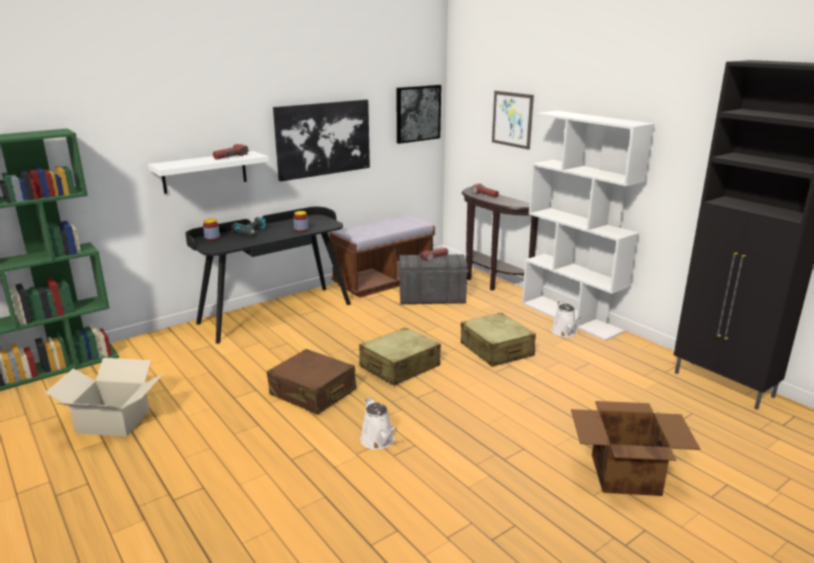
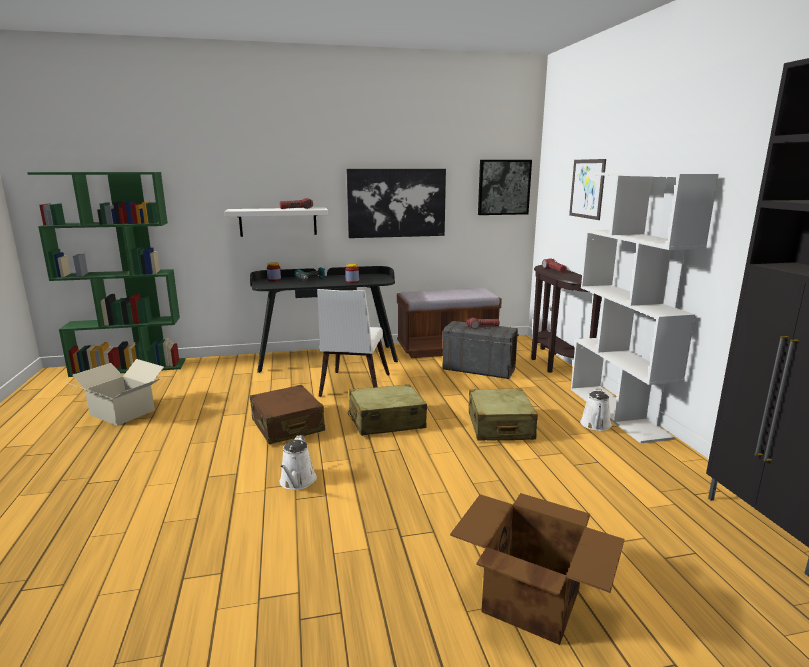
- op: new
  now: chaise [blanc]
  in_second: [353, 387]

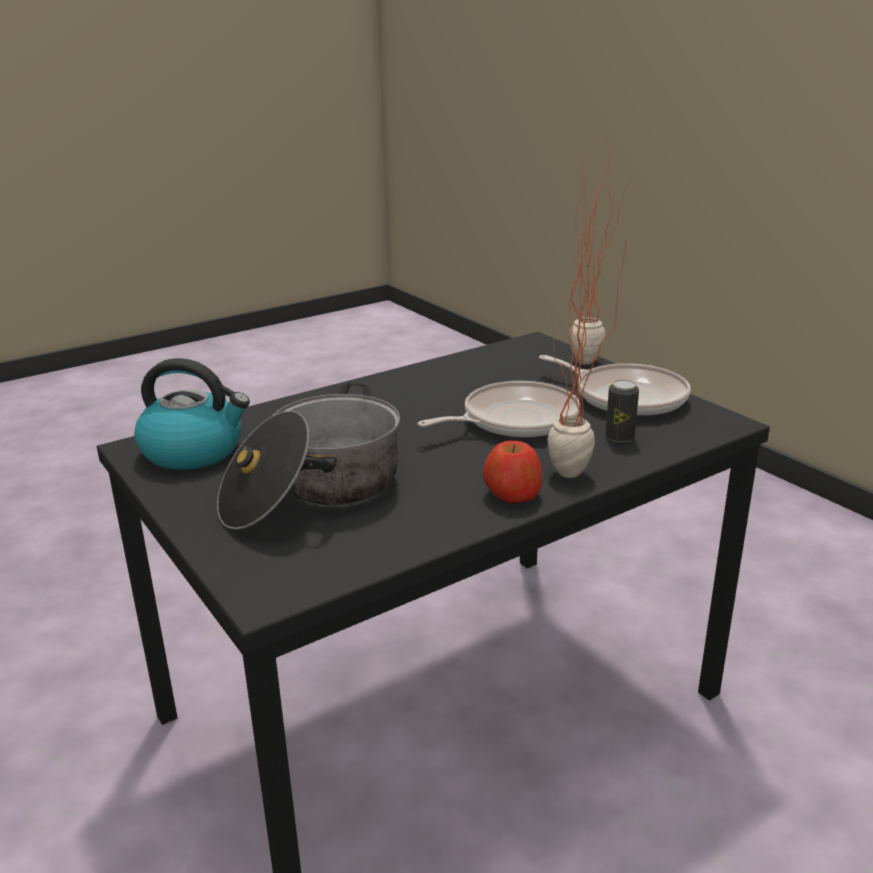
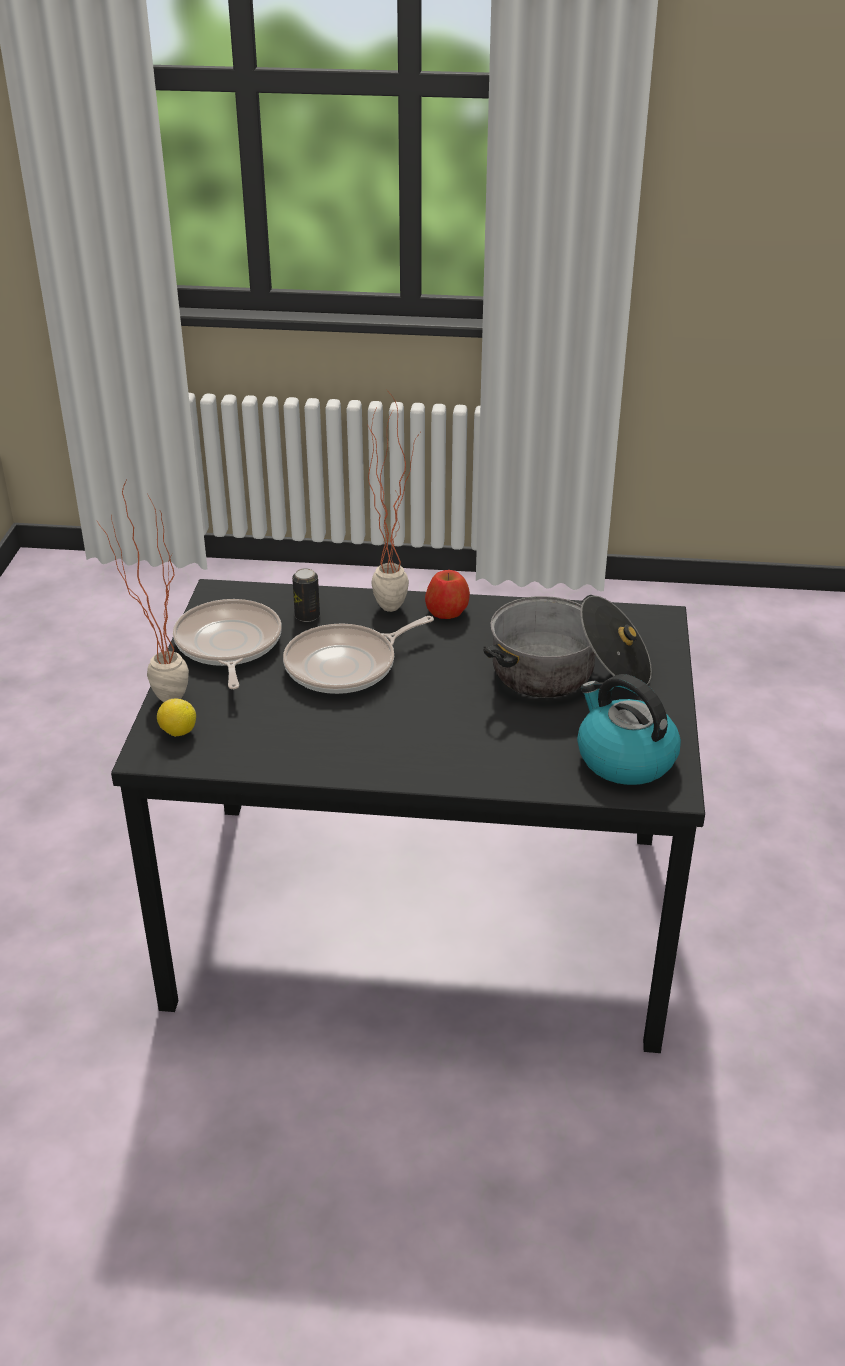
- op: rotated
  was: poêle
  in_first: [514, 420]
  in_second: [346, 666]
  clockwise: -45
- op: new
  now: citron
  in_second: [178, 732]

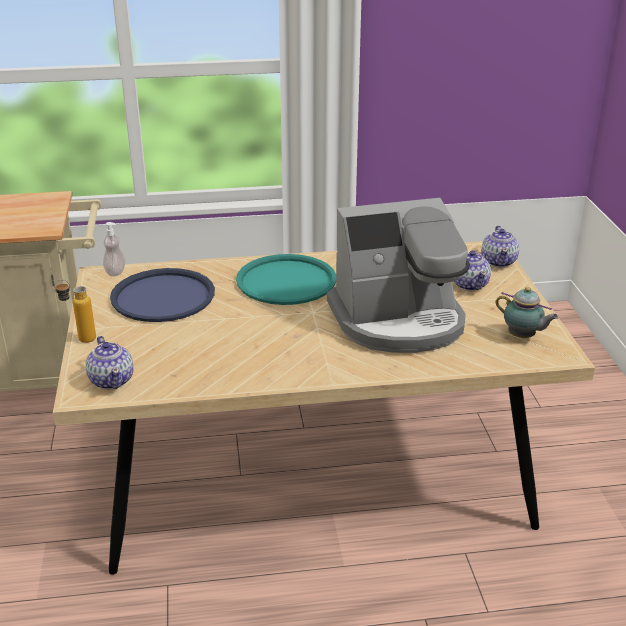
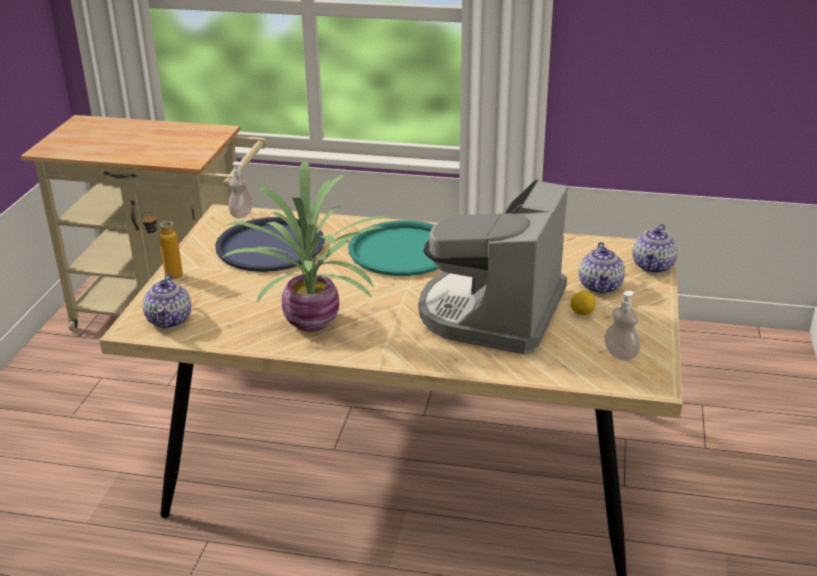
- op: rotated
  was: machine à café
  in_first: [398, 321]
  in_second: [492, 312]
  clockwise: 105
- op: swapped
  was: théière
  now: distributeur de savon
  in_first: [523, 337]
  in_second: [620, 354]
- op: new
  now: plante en pot
  in_second: [315, 322]
- op: new
  now: citron
  in_second: [582, 313]

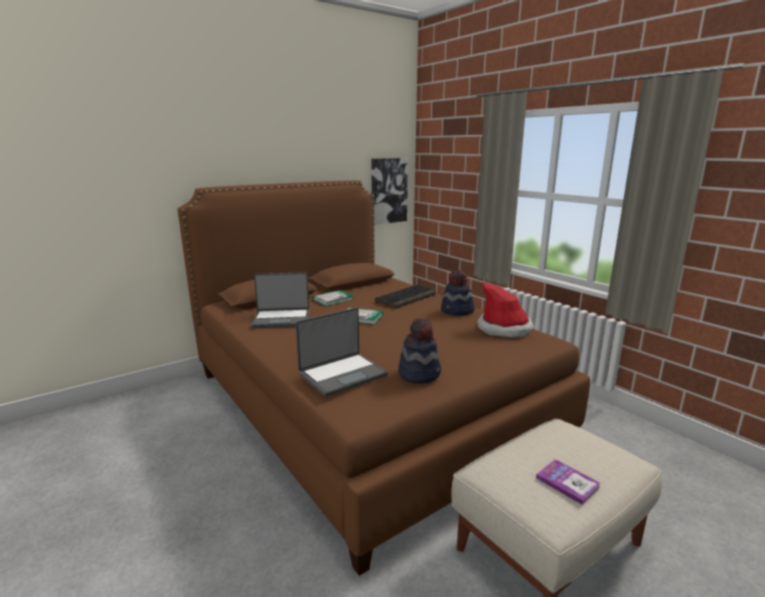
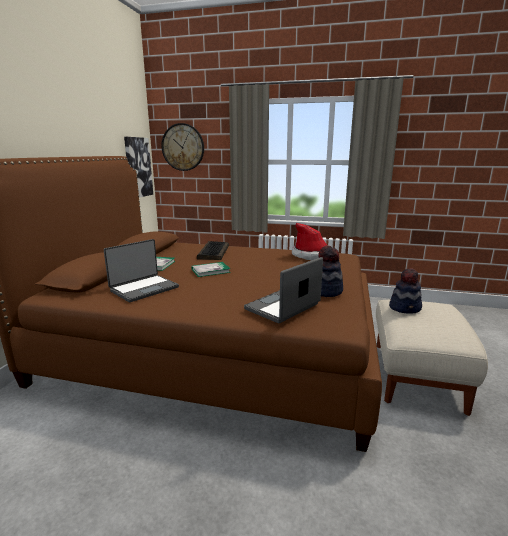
- op: rotated
  was: ordinateur portable
  in_first: [342, 374]
  in_second: [283, 307]
  clockwise: -150
- op: shifted
  was: chapeau
  in_first: [457, 311]
  in_second: [405, 308]
- op: gone
  was: livre
  in_first: [567, 482]
- op: new
  now: horloge murale
  in_second: [183, 147]

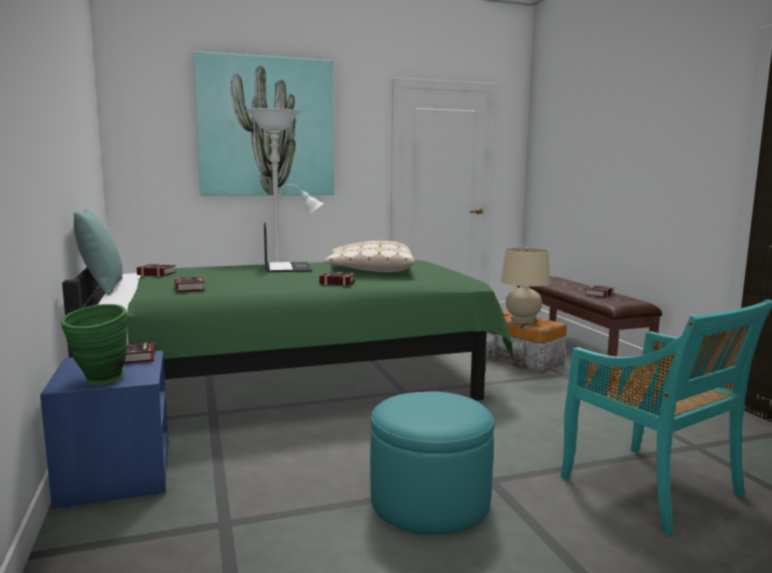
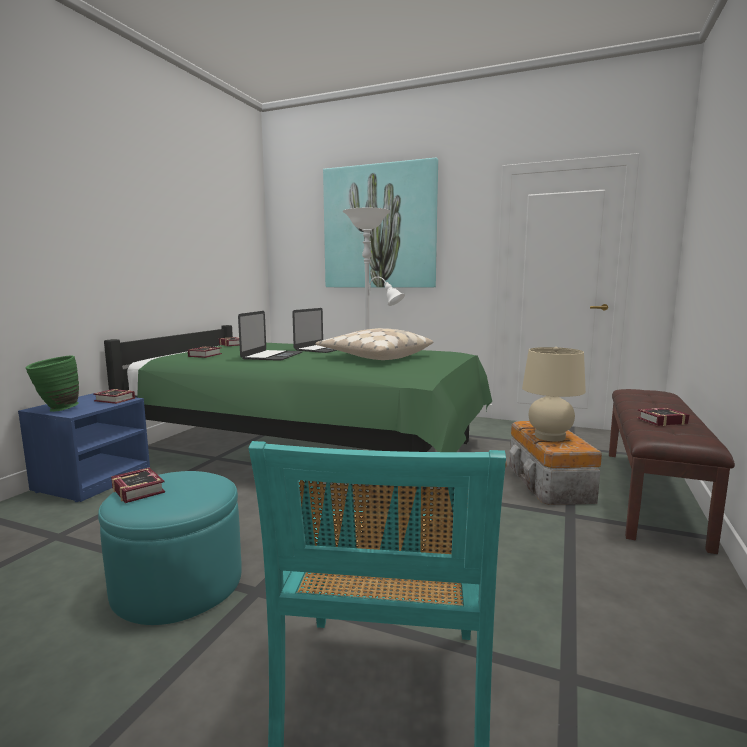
- op: gone
  was: coussin [turquoise]
  in_first: [102, 288]
- op: shifted
  was: livre
  in_first: [336, 282]
  in_second: [139, 489]
- op: new
  now: ordinateur portable
  in_second: [272, 356]

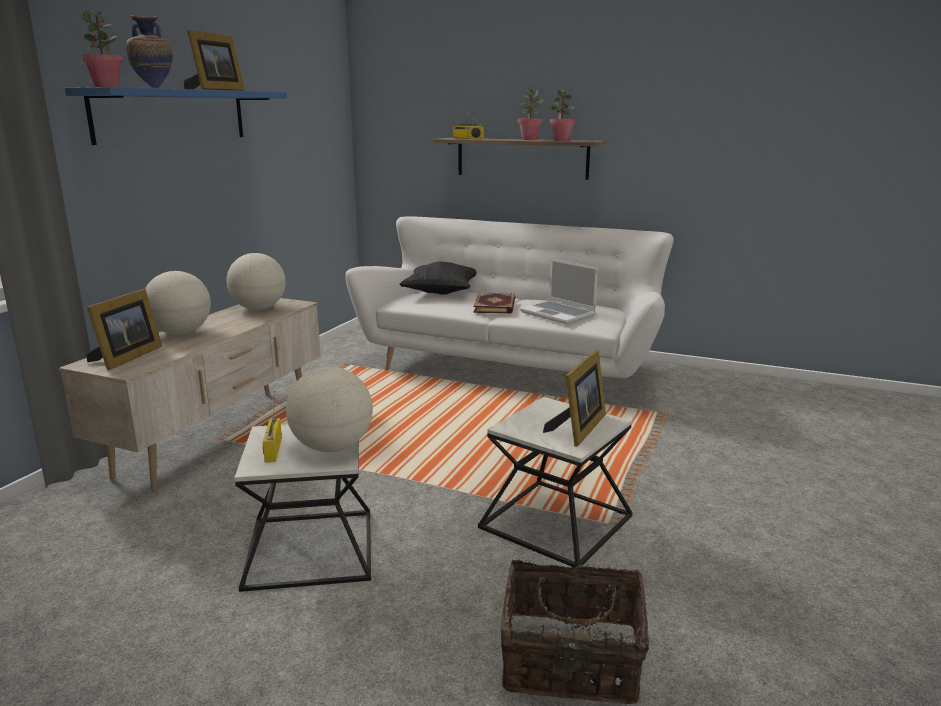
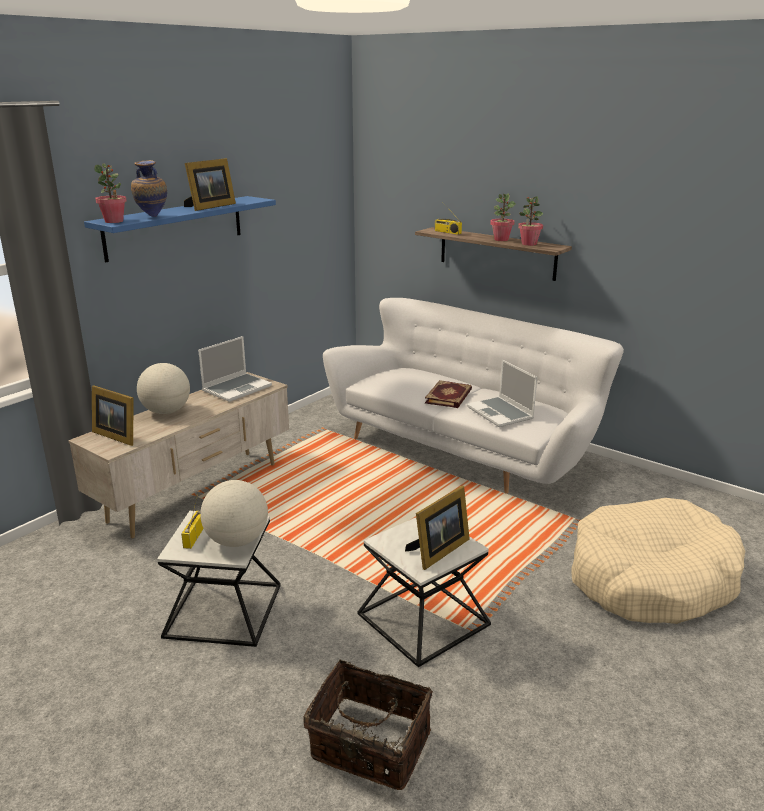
- op: rotated
  was: cadre photo
  in_first: [126, 357]
  in_second: [117, 435]
  clockwise: 90
- op: swapped
  was: globe
  now: ordinateur portable
  in_first: [259, 308]
  in_second: [237, 388]
- op: gone
  was: coussin [noir]
  in_first: [440, 293]
- op: new
  now: panier pour chien [beige]
  in_second: [650, 579]

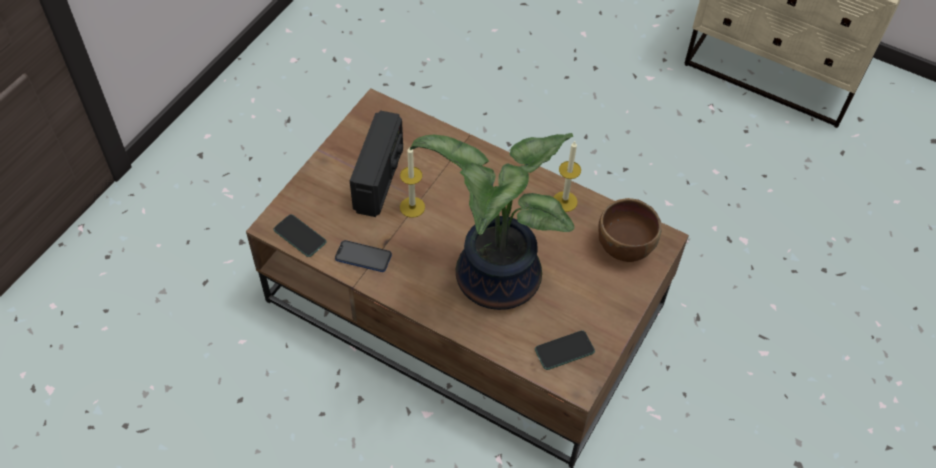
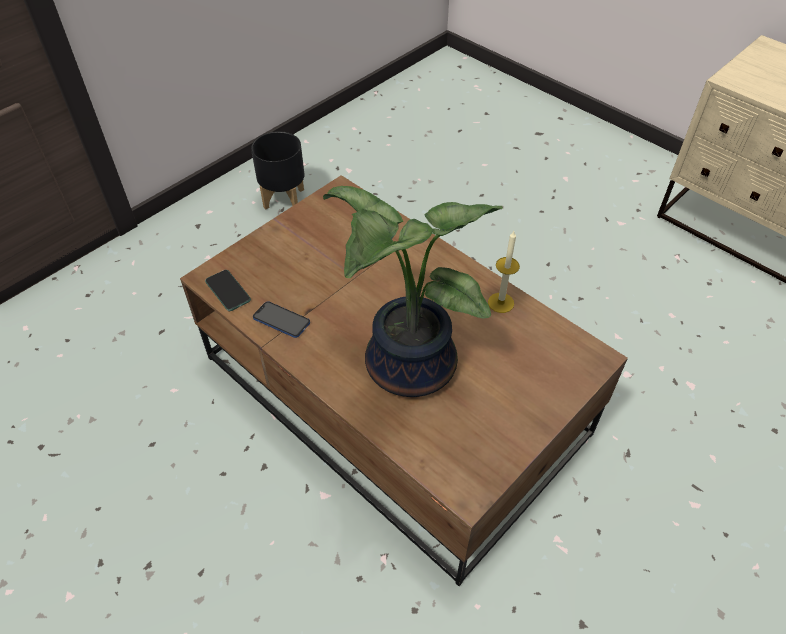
- op: gone
  was: radio
  in_first: [379, 179]
- op: gone
  was: bougie
  in_first: [412, 207]
- op: gone
  was: téléphone
  in_first: [564, 351]
- op: gone
  was: bol [marron]
  in_first: [624, 246]
- op: new
  now: cache-pot [noir]
  in_second: [283, 199]

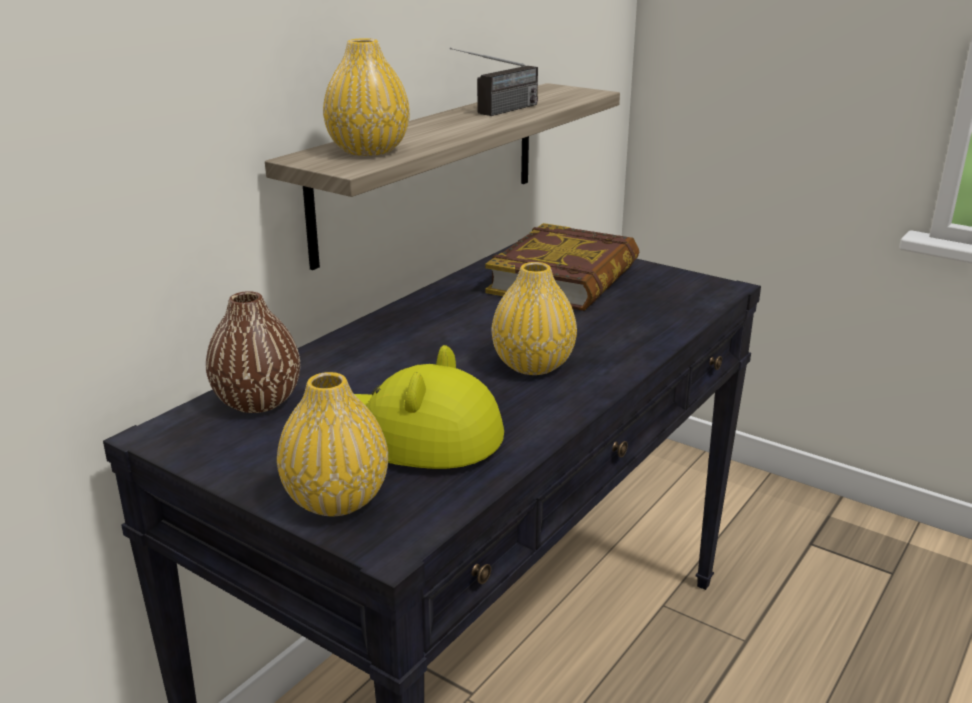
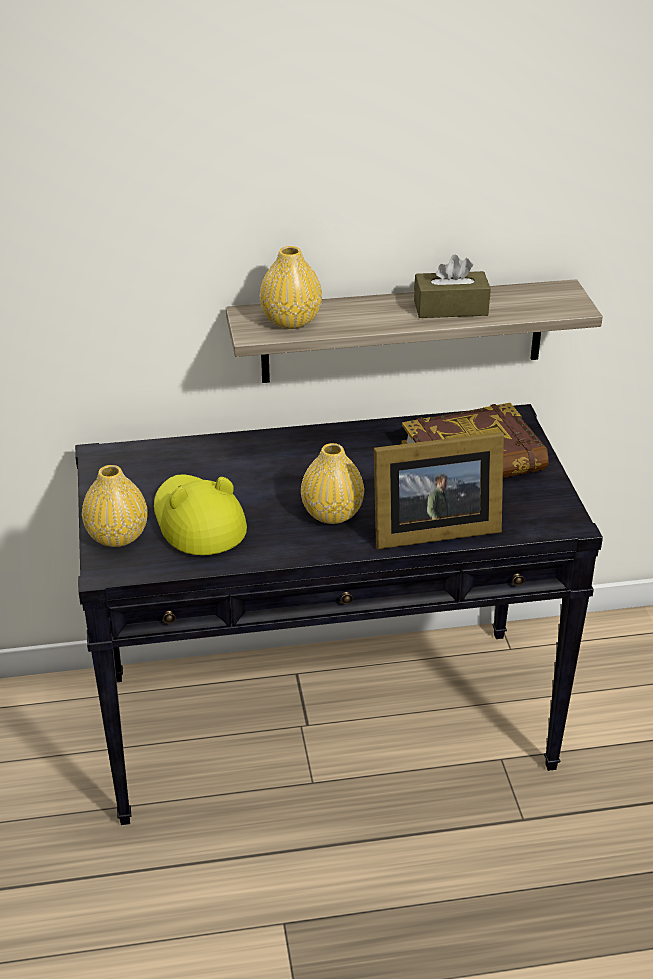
- op: gone
  was: vase [marron]
  in_first: [257, 401]
- op: swapped
  was: radio
  now: boîte à mouchoirs [marron]
  in_first: [496, 112]
  in_second: [450, 308]
- op: new
  now: cadre photo
  in_second: [430, 530]

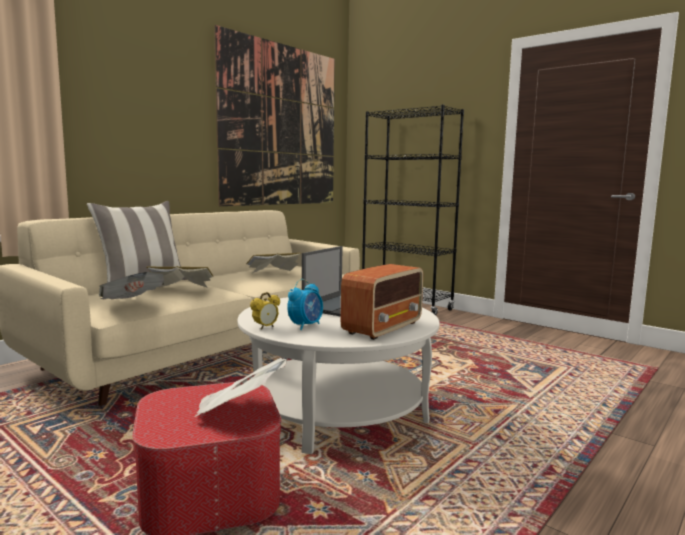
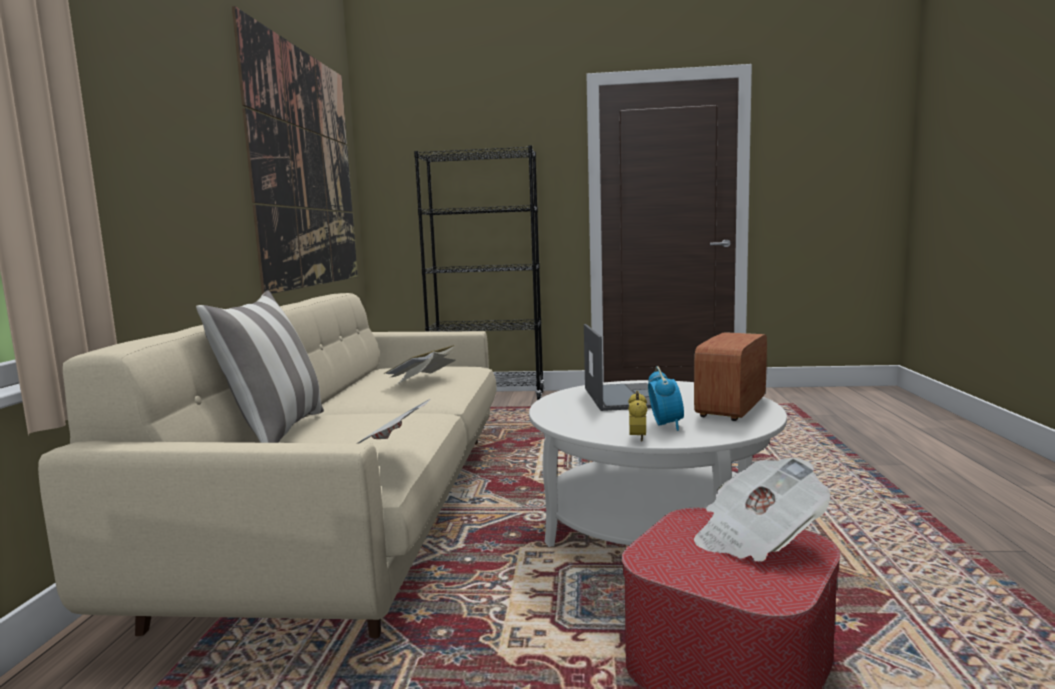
- op: gone
  was: livre
  in_first: [181, 289]
- op: rotated
  was: radio
  in_first: [383, 328]
  in_second: [730, 408]
  clockwise: -150

